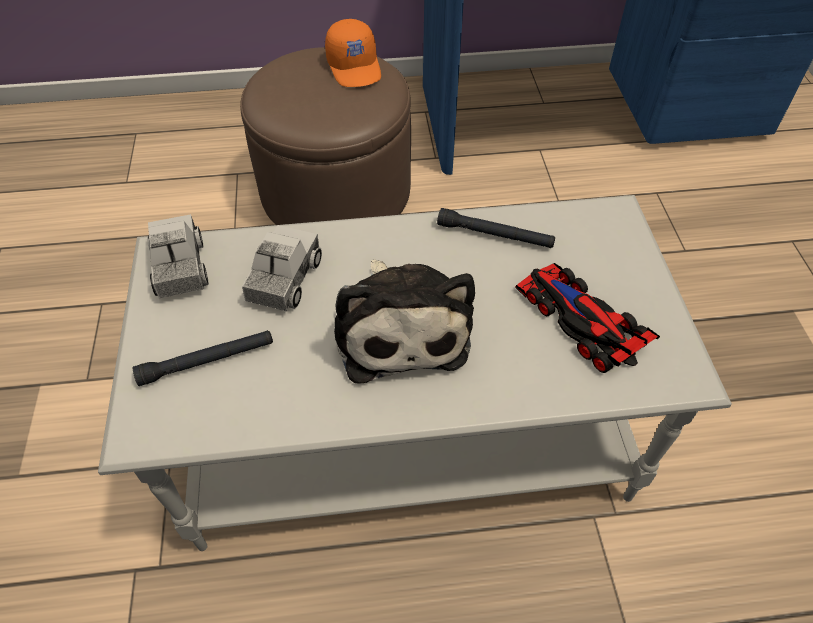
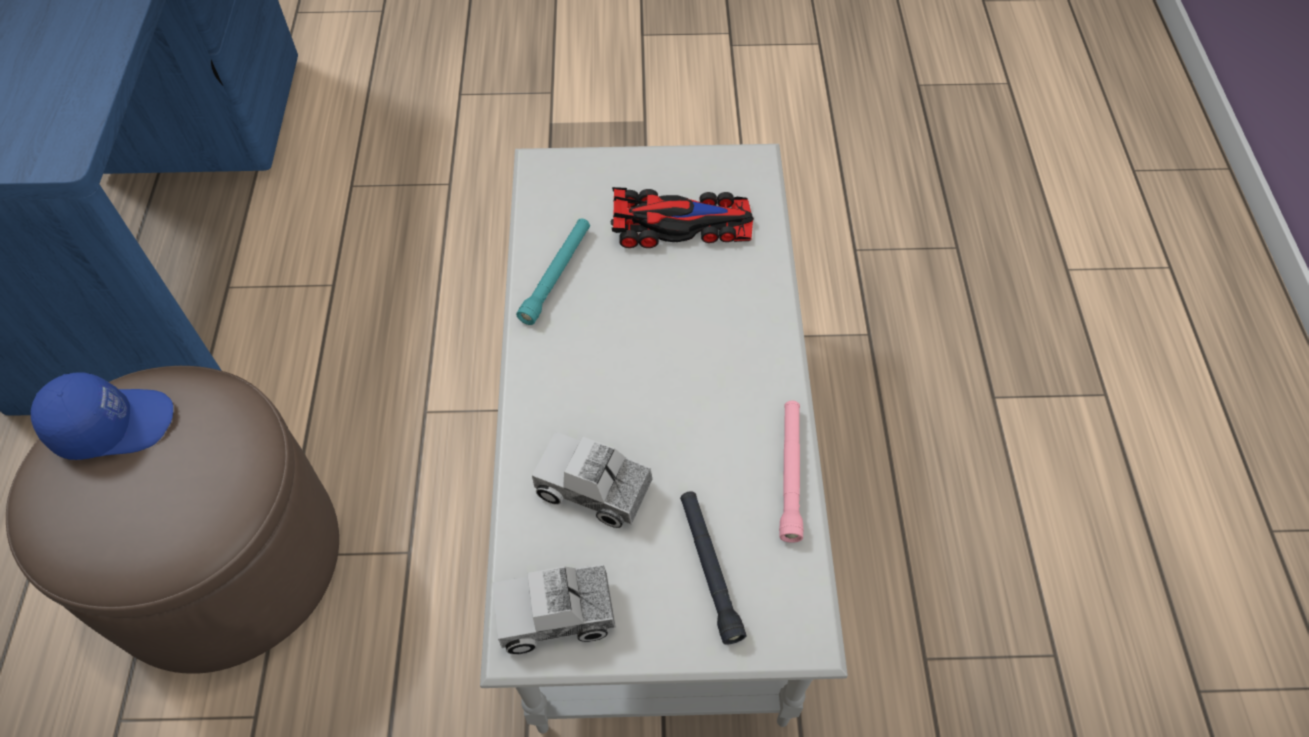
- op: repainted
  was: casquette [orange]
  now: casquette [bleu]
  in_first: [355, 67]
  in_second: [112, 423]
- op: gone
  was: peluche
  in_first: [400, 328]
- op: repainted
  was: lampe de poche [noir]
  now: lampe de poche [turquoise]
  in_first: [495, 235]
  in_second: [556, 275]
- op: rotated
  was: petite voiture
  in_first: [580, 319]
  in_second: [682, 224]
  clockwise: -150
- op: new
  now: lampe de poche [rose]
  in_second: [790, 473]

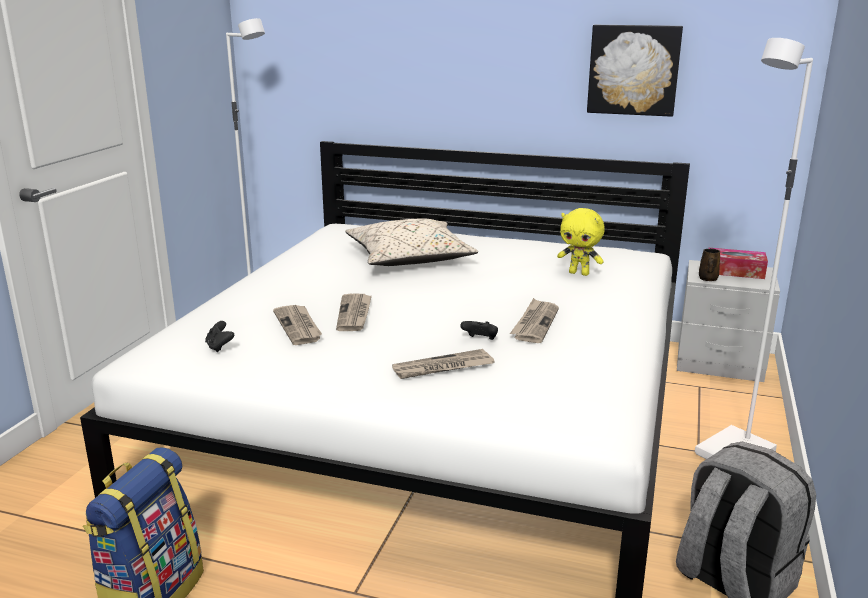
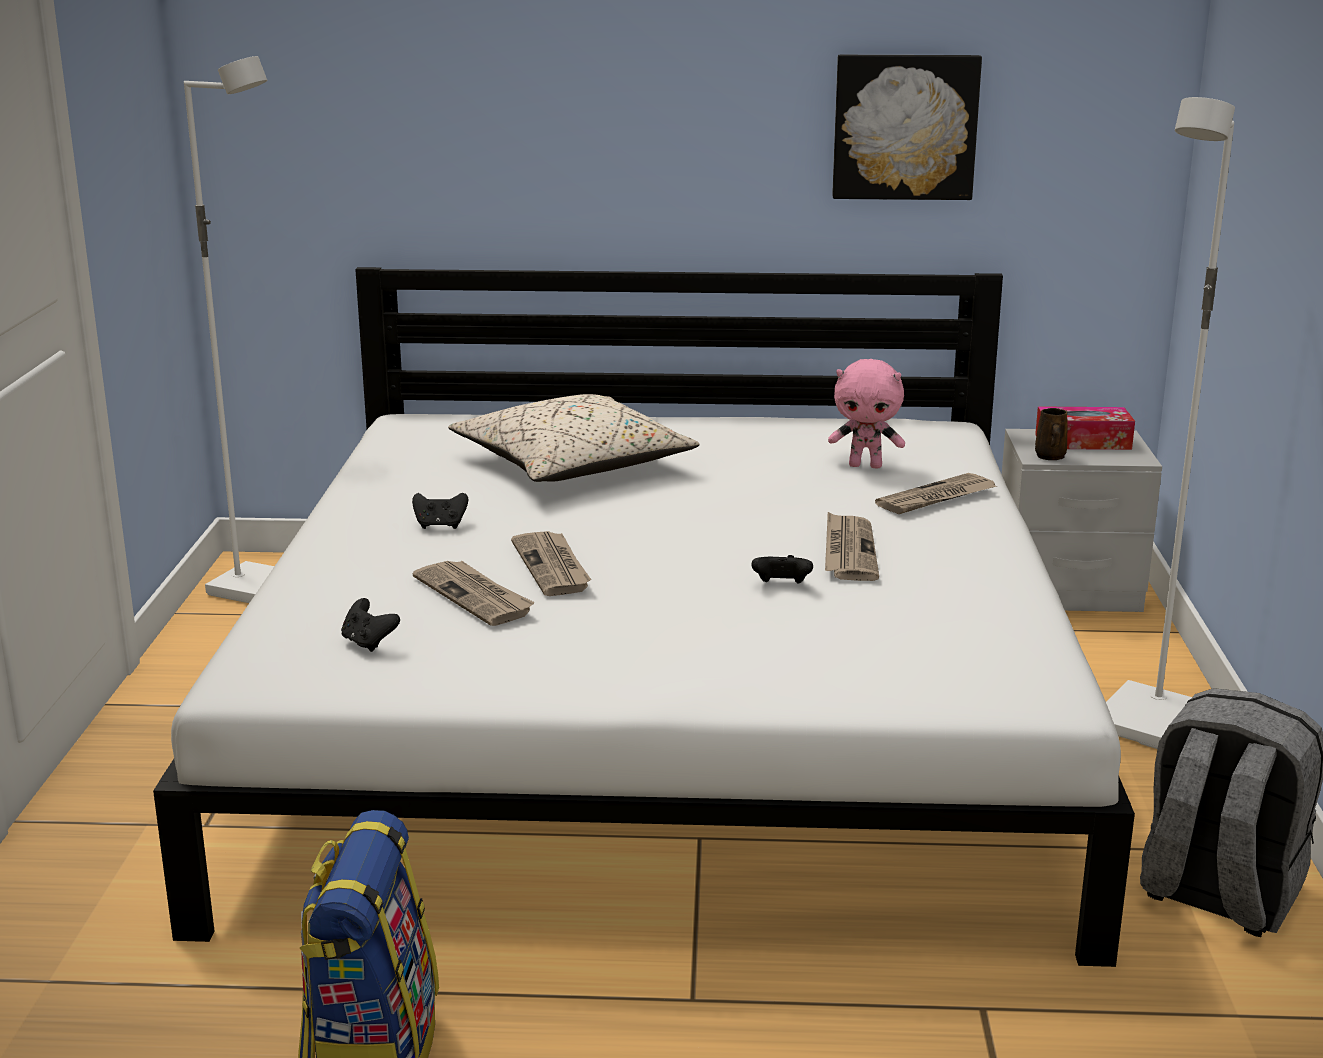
- op: shifted
  was: journal
  in_first: [442, 368]
  in_second: [936, 498]
- op: repainted
  was: peluche [jaune]
  now: peluche [rose]
  in_first: [579, 273]
  in_second: [866, 465]
- op: new
  now: manette [noir]
  in_second: [440, 526]

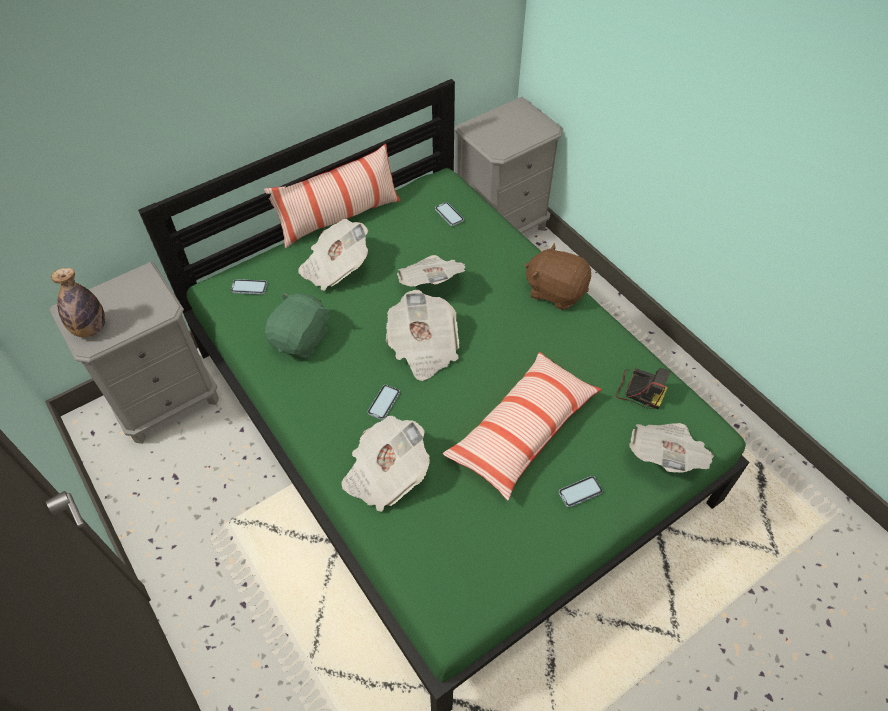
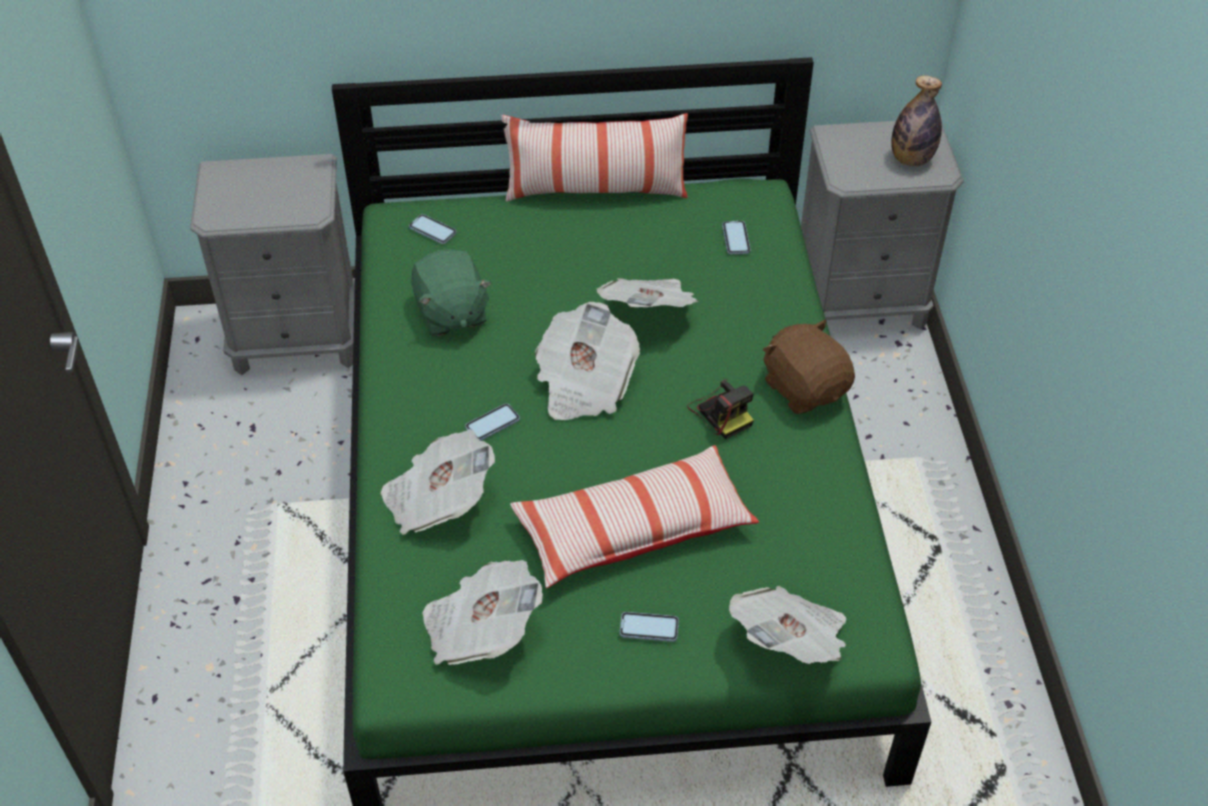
- op: shifted
  was: bouteille
  in_first: [90, 329]
  in_second: [911, 159]
- op: rotated
  was: peluche [vert]
  in_first: [302, 339]
  in_second: [451, 313]
  clockwise: 105
- op: shifted
  was: journal
  in_first: [335, 268]
  in_second: [480, 630]
- op: shifted
  was: appareil photo
  in_first: [639, 391]
  in_second: [721, 412]

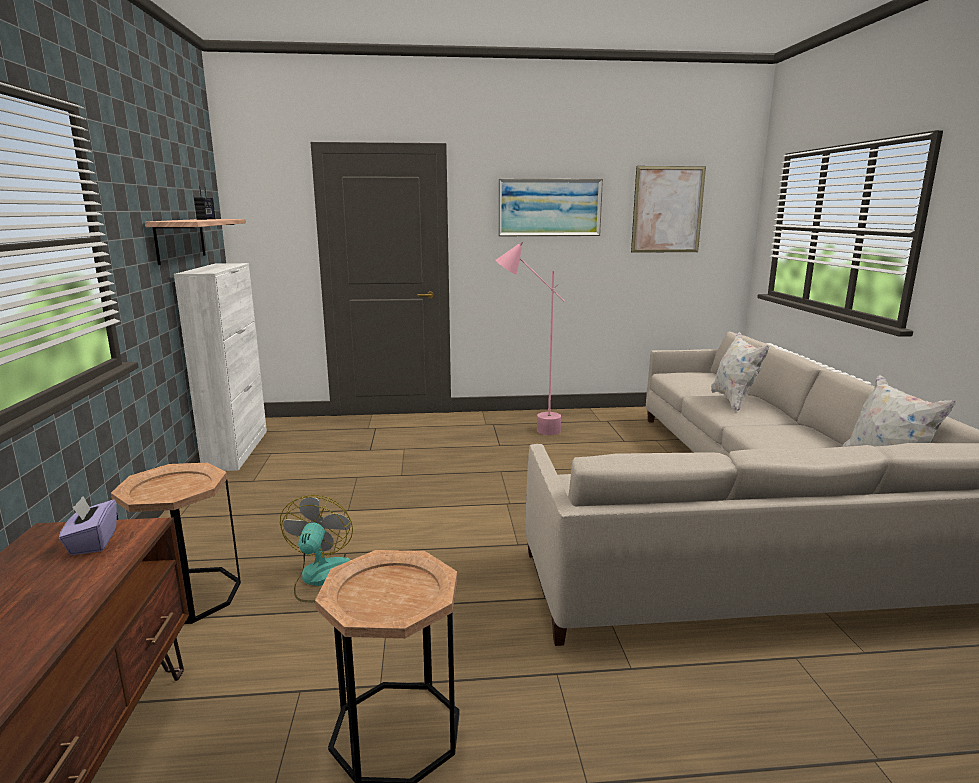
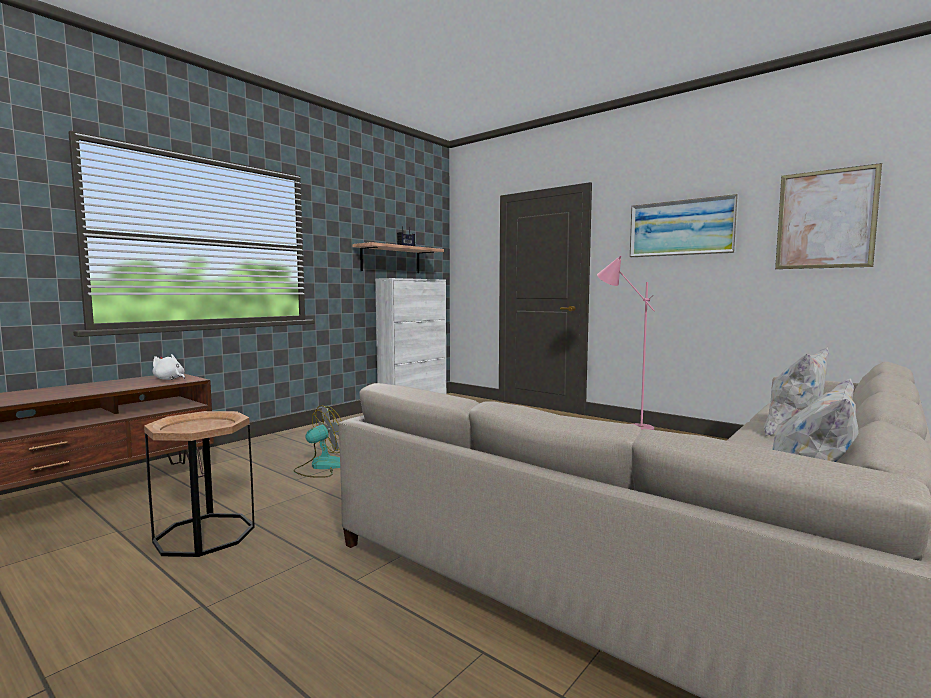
- op: swapped
  was: boîte à mouchoirs [violet]
  now: peluche [blanc]
  in_first: [93, 542]
  in_second: [169, 379]
- op: gone
  was: table d'appoint [marron]
  in_first: [188, 596]

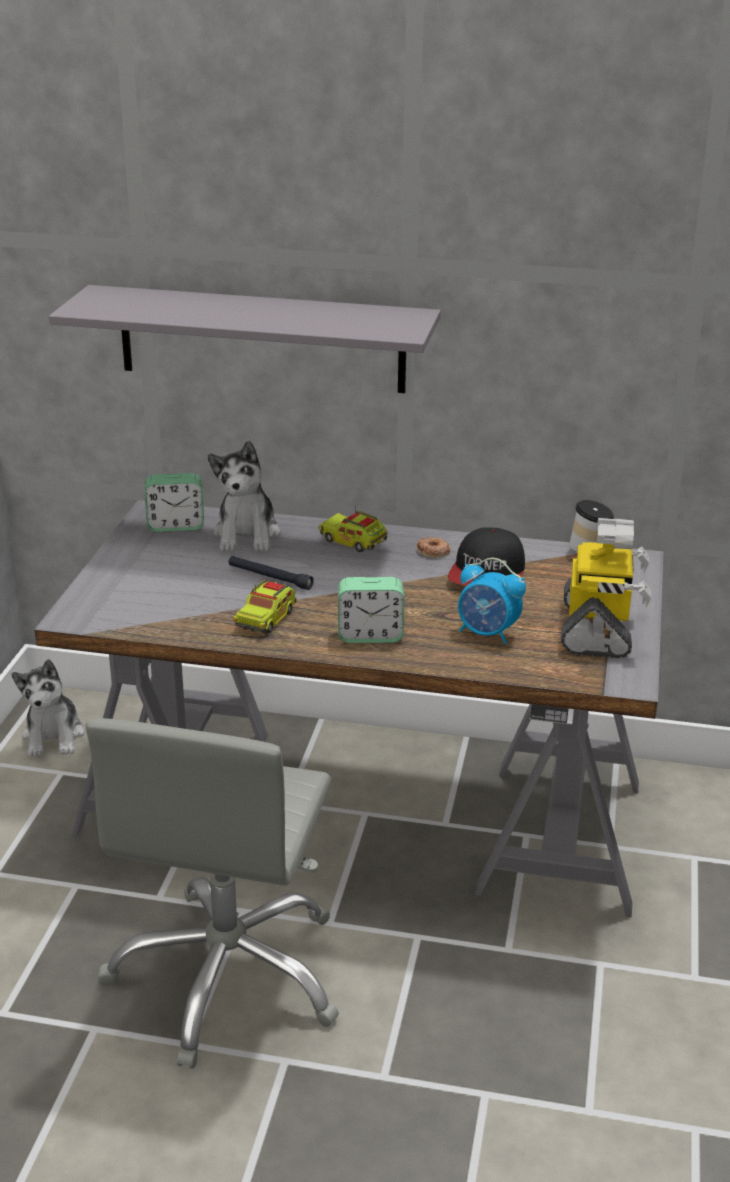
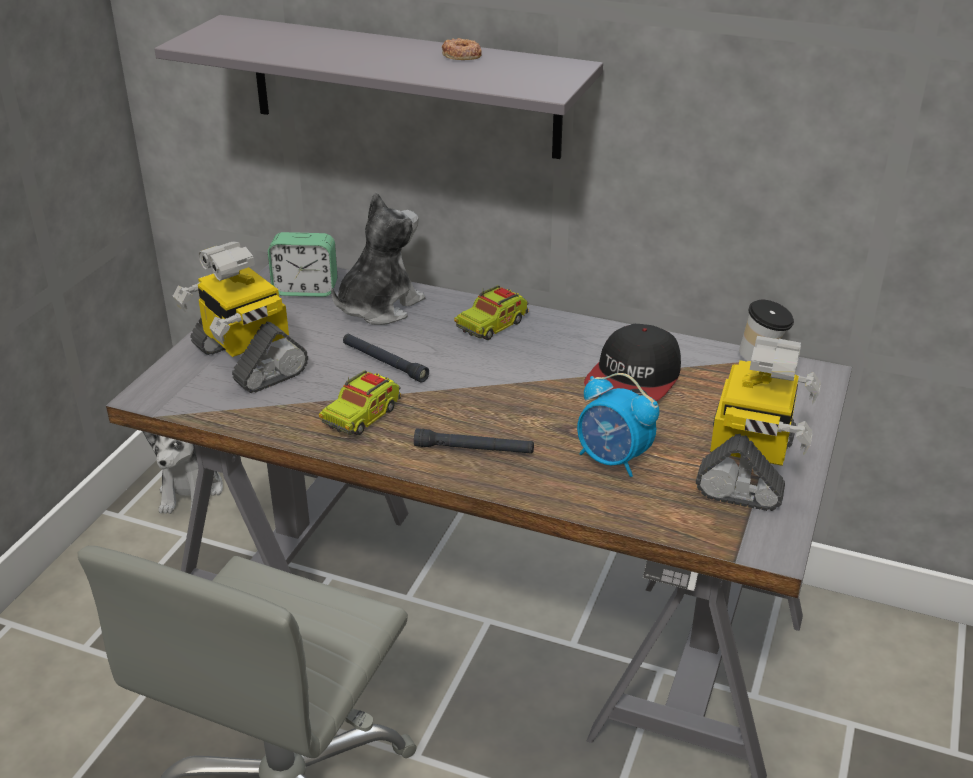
- op: rotated
  was: peluche
  in_first: [247, 535]
  in_second: [378, 307]
  clockwise: -150
- op: rotated
  was: camion jouet
  in_first: [353, 542]
  in_second: [492, 325]
  clockwise: -90
- op: swapped
  was: réveil
  now: lampe de poche [noir]
  in_first: [370, 635]
  in_second: [474, 449]
- op: shifted
  was: beignet
  in_first: [433, 551]
  in_second: [461, 55]
- op: new
  now: robot jouet
  in_second: [247, 360]

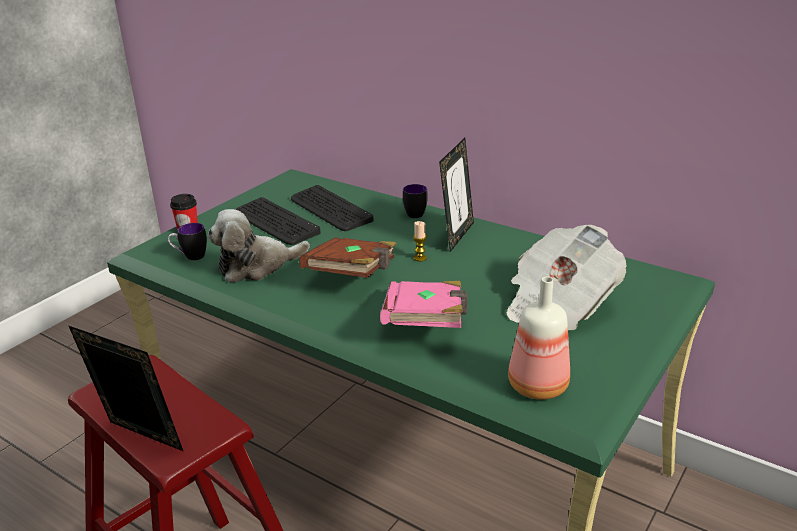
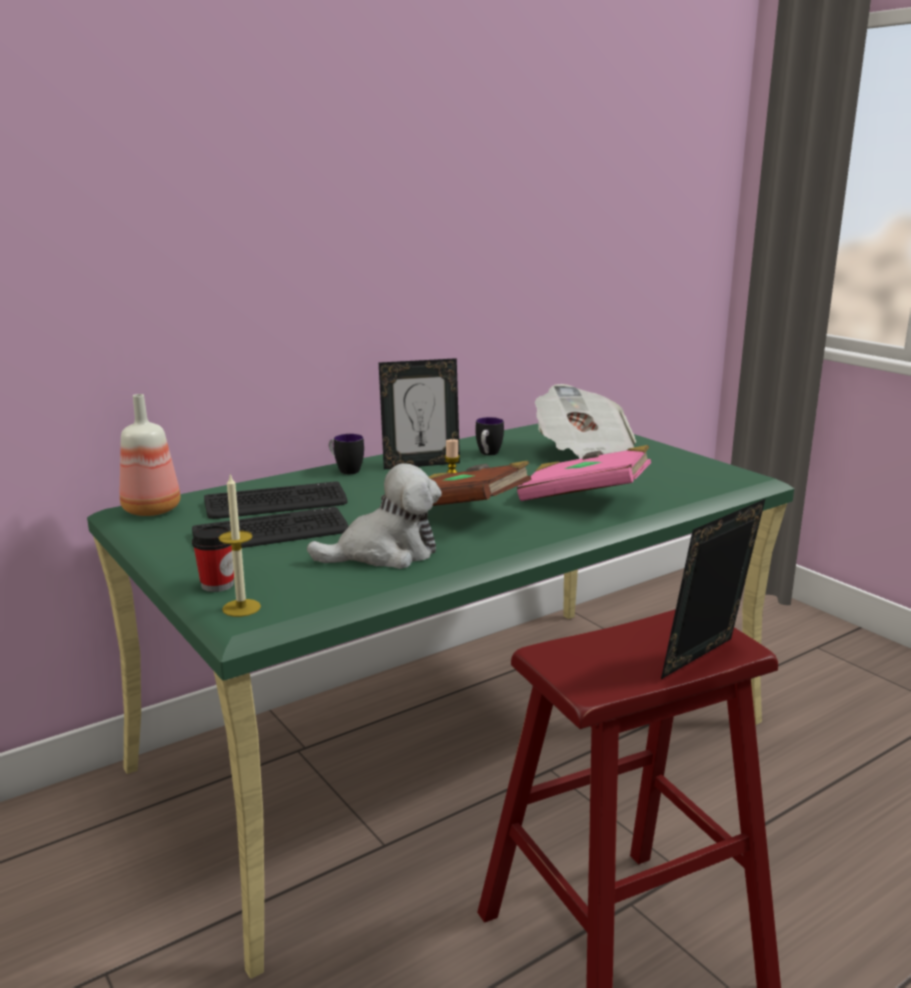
- op: shifted
  was: mug
  in_first: [190, 257]
  in_second: [488, 454]
- op: rotated
  was: peluche
  in_first: [256, 266]
  in_second: [384, 553]
  clockwise: -105
- op: rotated
  was: cadre photo
  in_first: [456, 236]
  in_second: [420, 464]
  clockwise: 120
- op: shifted
  was: bouteille
  in_first: [538, 387]
  in_second: [153, 510]
- op: new
  now: bougie
  in_second: [241, 608]

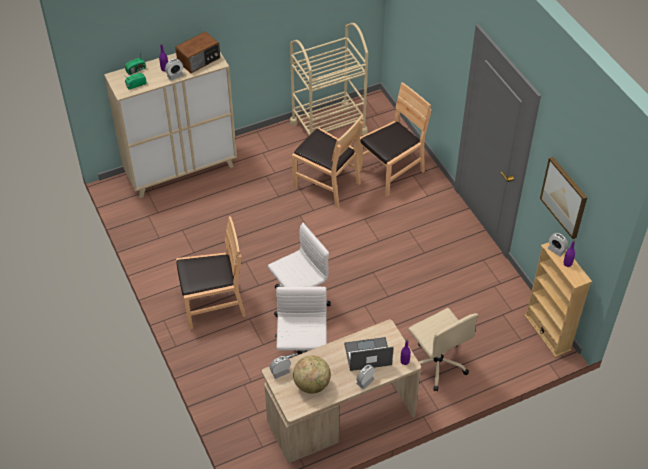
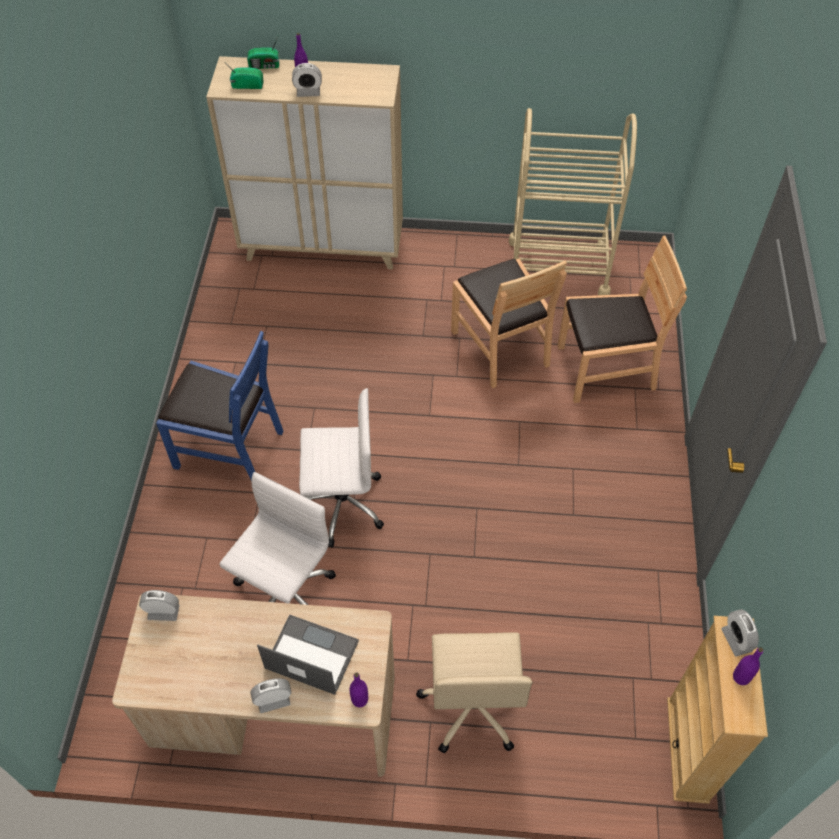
- op: gone
  was: radio
  in_first: [199, 60]
- op: repainted
  was: chaise [marron]
  now: chaise [bleu]
  in_first: [213, 304]
  in_second: [229, 448]
- op: gone
  was: globe
  in_first: [312, 384]
- op: gone
  was: tableau
  in_first: [564, 197]

